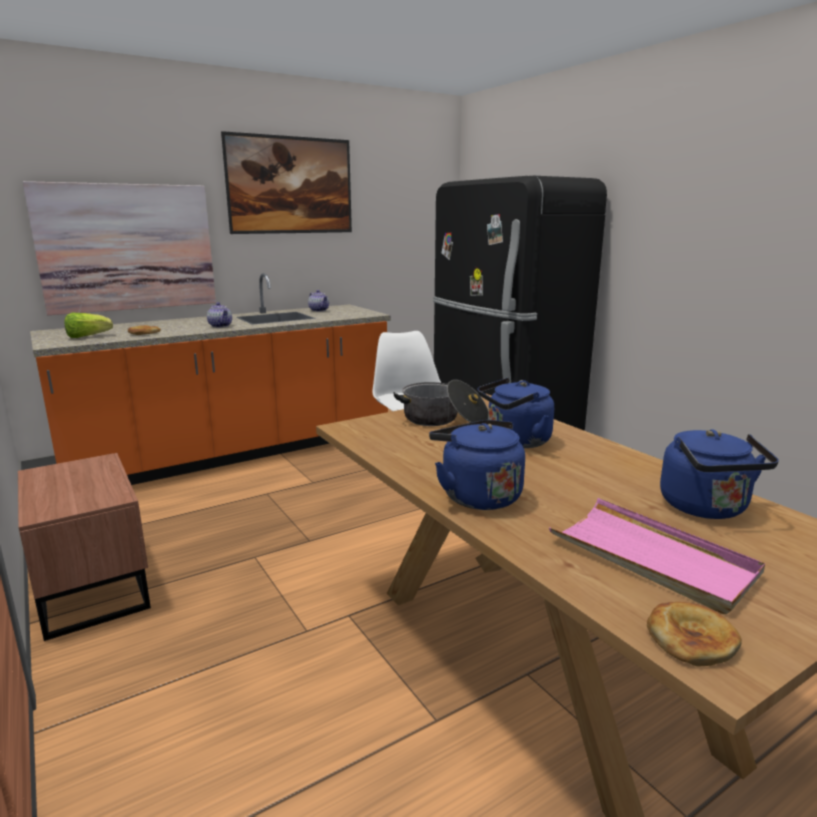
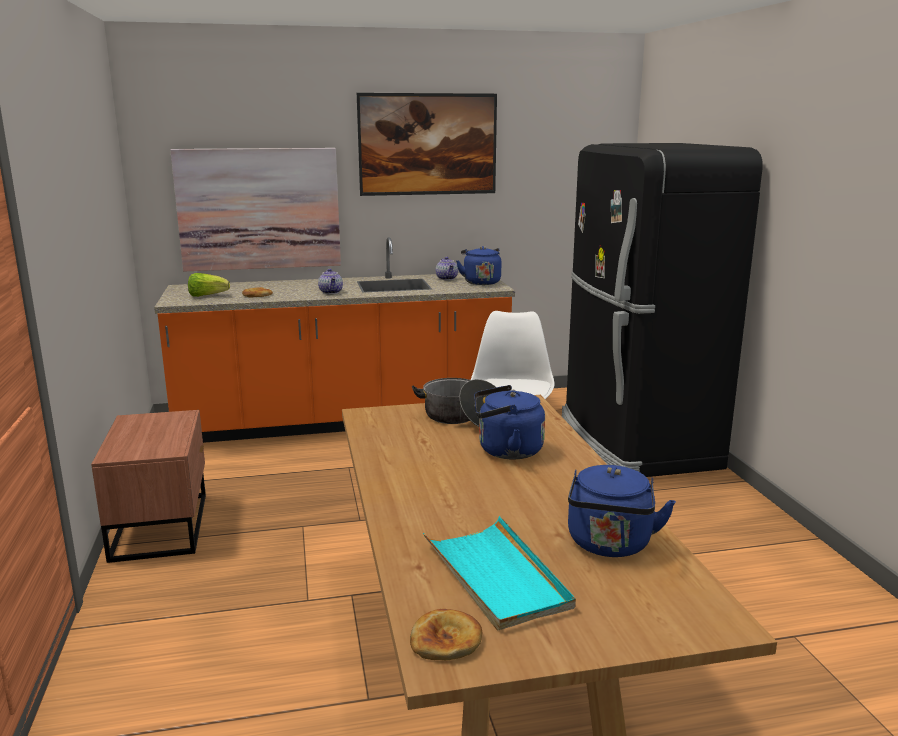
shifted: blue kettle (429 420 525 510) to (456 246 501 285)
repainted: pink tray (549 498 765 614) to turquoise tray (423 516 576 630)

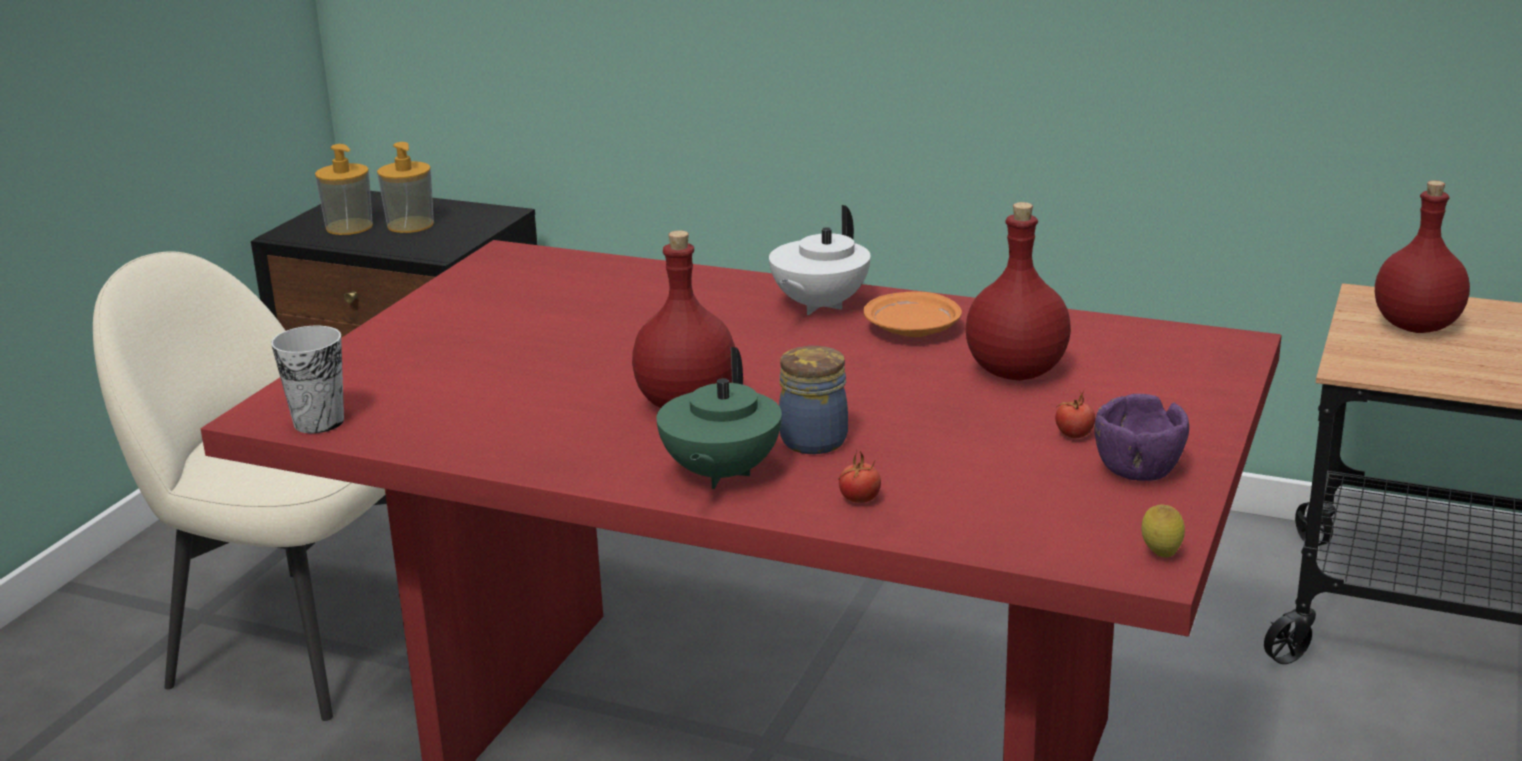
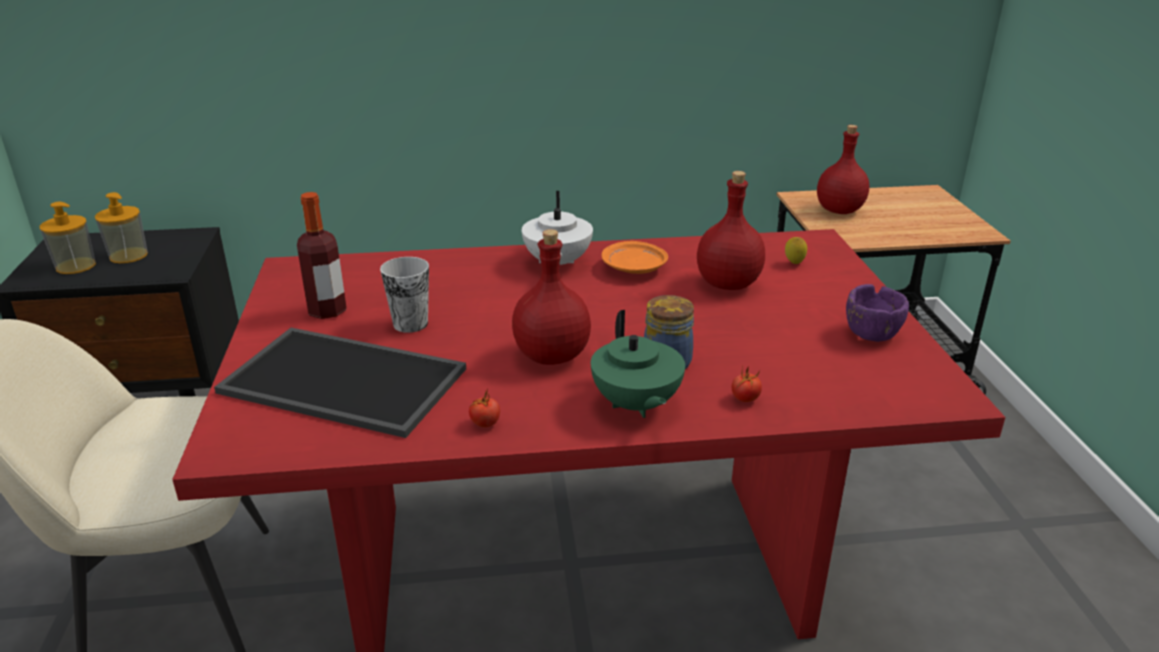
new: tray (214 328 466 438); bottle (297 192 347 319)
shifted: cup (271 326 344 433) to (380 257 429 333); tomato (1055 389 1095 438) to (469 389 500 427); lemon (1142 505 1185 558) to (785 237 807 264)

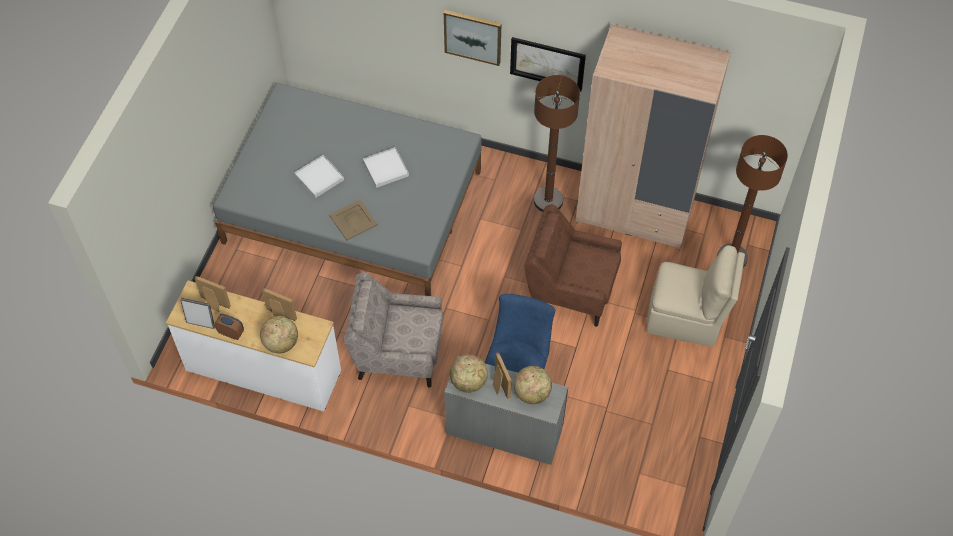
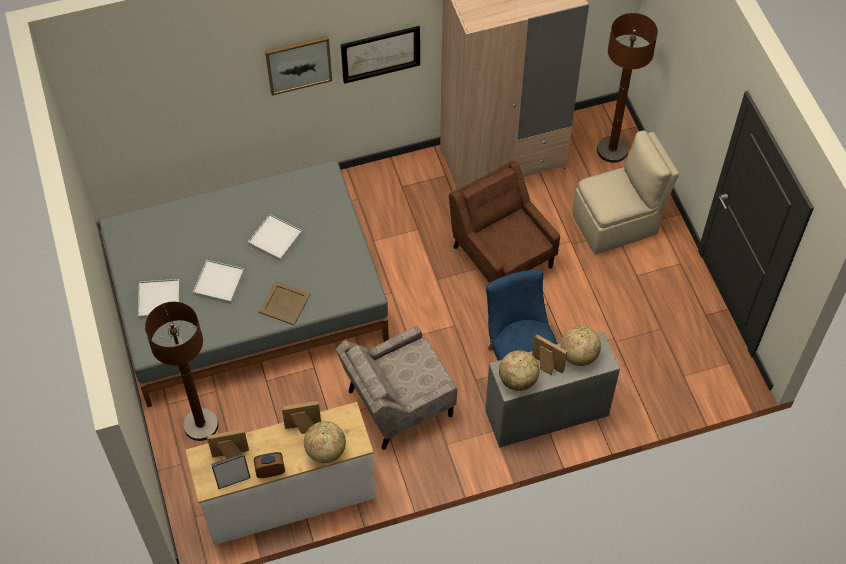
new: white tray (138 279 180 319)
shifted: brown floor lamp (534 75 580 212) to (145 302 219 441)
rotated: brown armchair (524 204 622 327) = (449 160 560 283) 75 degrees clockwise

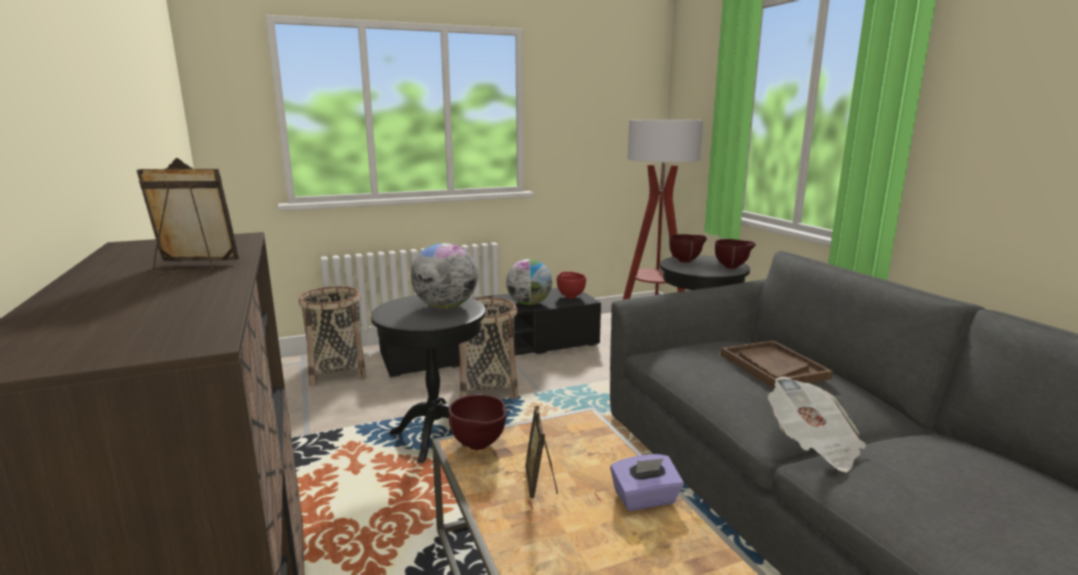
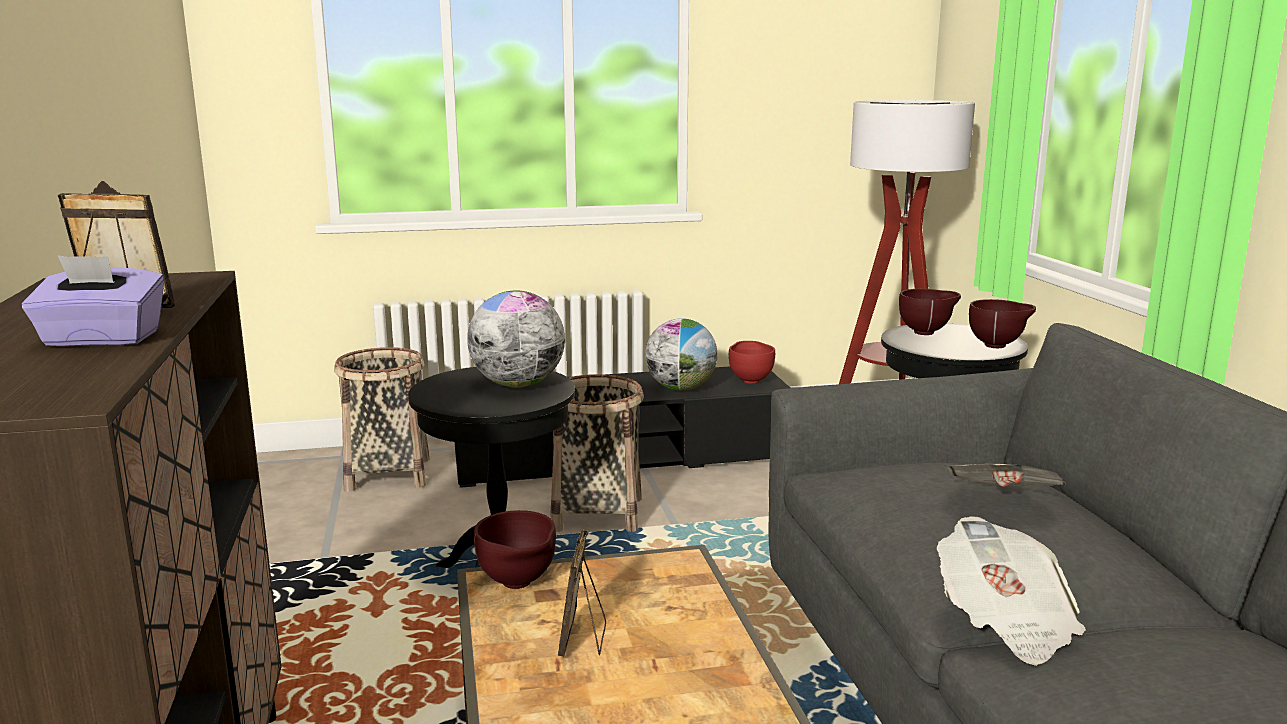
shifted: purple tissue box (610 454 684 511) to (22 255 164 347)
swapped: brown tray (721 340 833 388) to newspaper (945 464 1066 487)

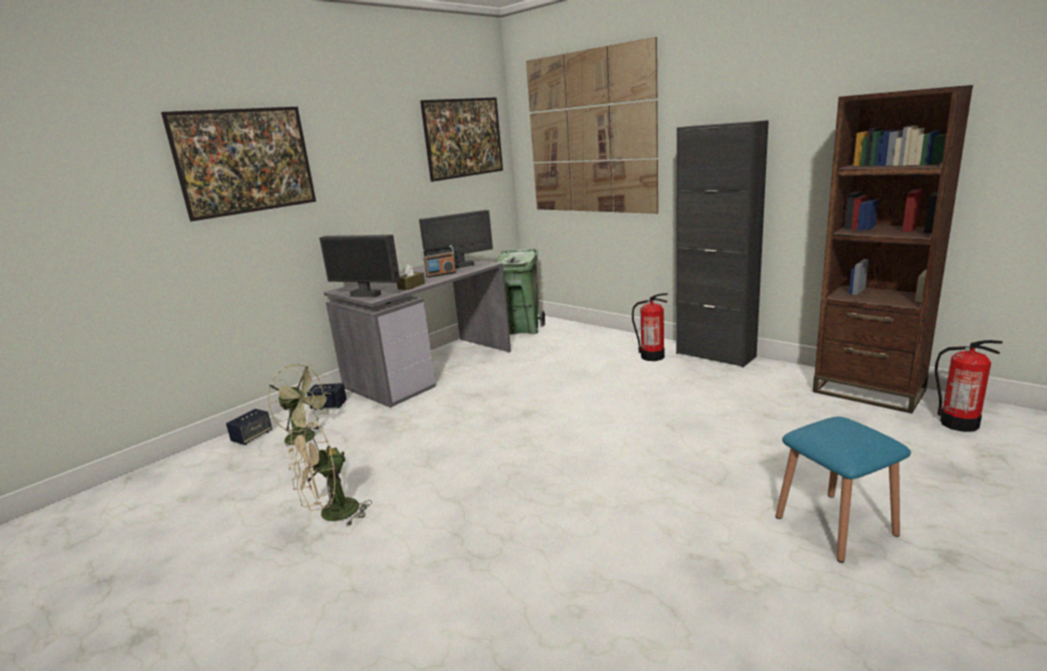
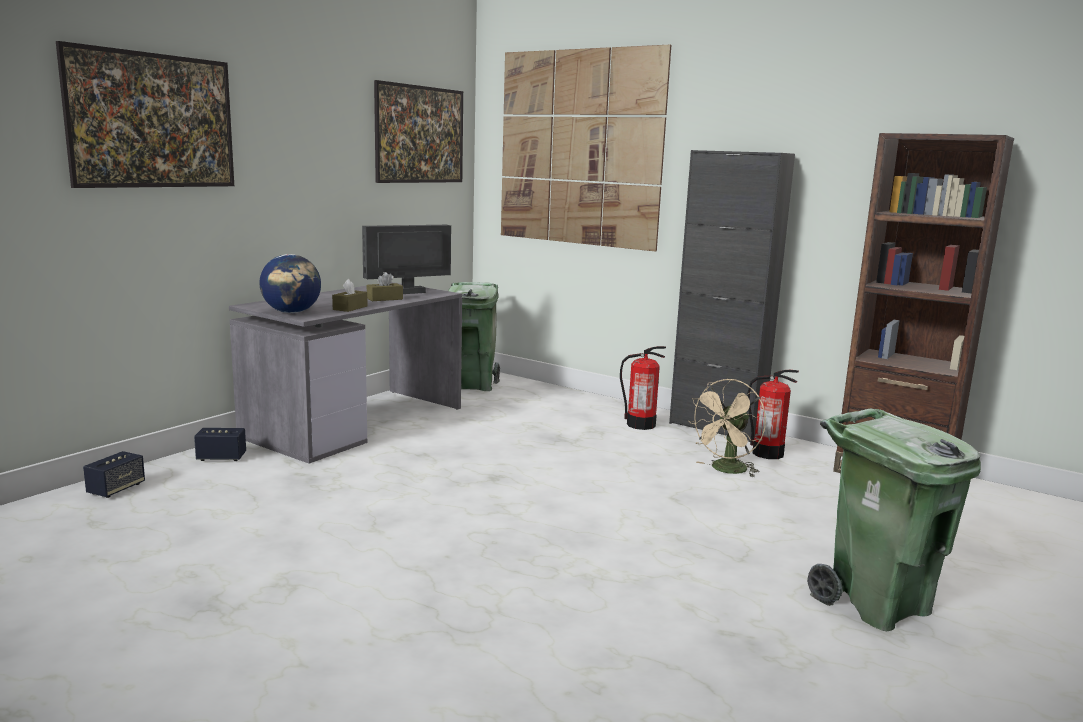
gone: green fan (268 364 331 452)
shifted: beige fan (288 422 372 527) to (688 379 766 478); fire extinguisher (935 340 1003 432) to (747 370 799 459)
swapped: monitor (319 235 400 297) to globe (260 254 321 313); radio (421 245 456 278) to brown tissue box (367 272 403 301); blue stool (776 417 911 563) to green trash can (807 408 981 631)

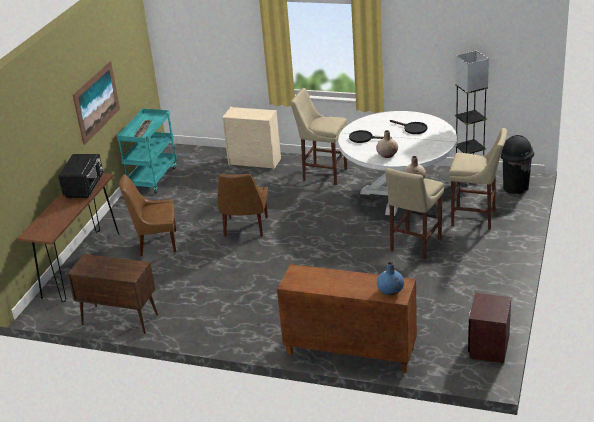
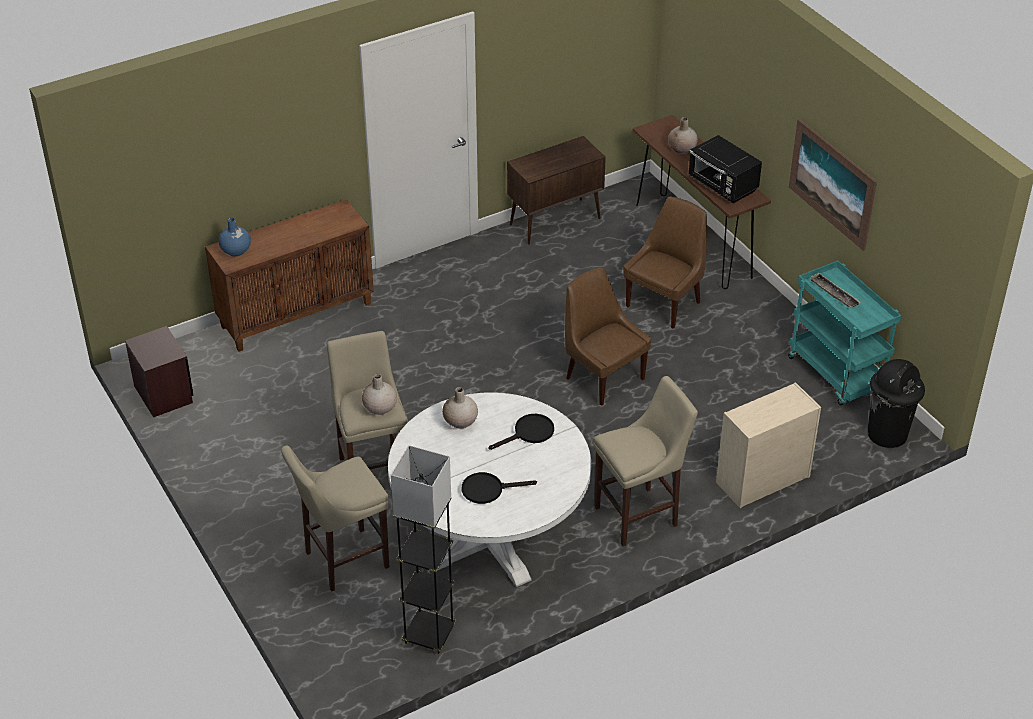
new: beige vase (668 117 698 154)
shifted: black trash can (501 135 534 194) to (867 359 925 448)

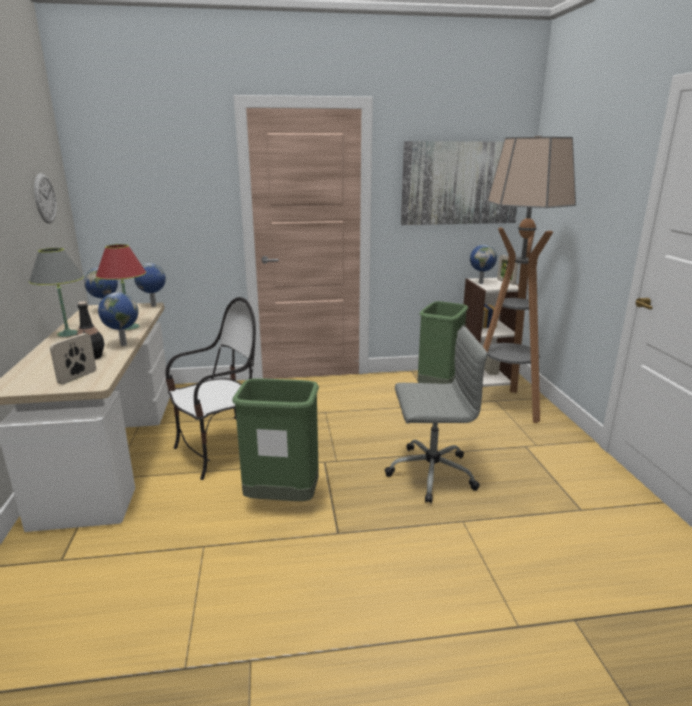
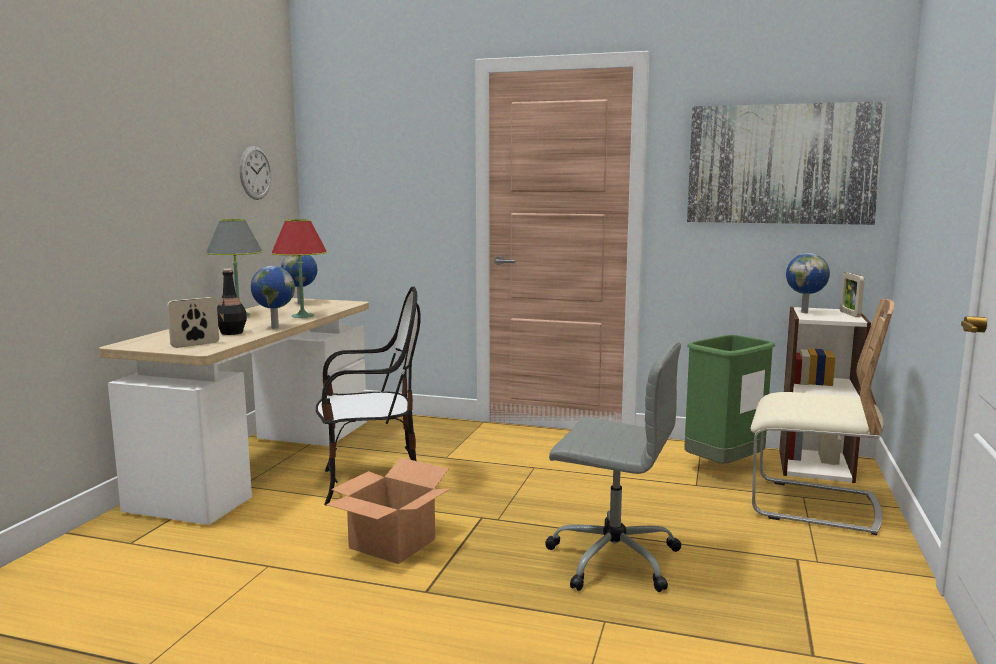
gone: globe (134 263 166 307)
swapped: green trash can (232 378 319 501) to cardboard box (326 457 451 564); floor lamp (483 136 576 423) to beige chair (750 299 894 535)

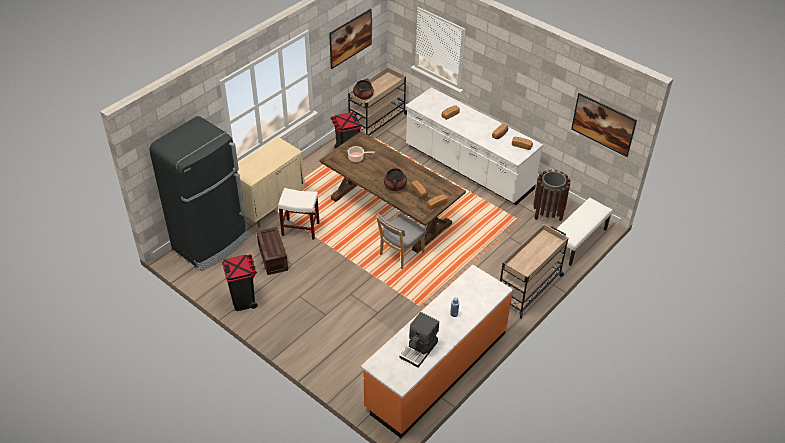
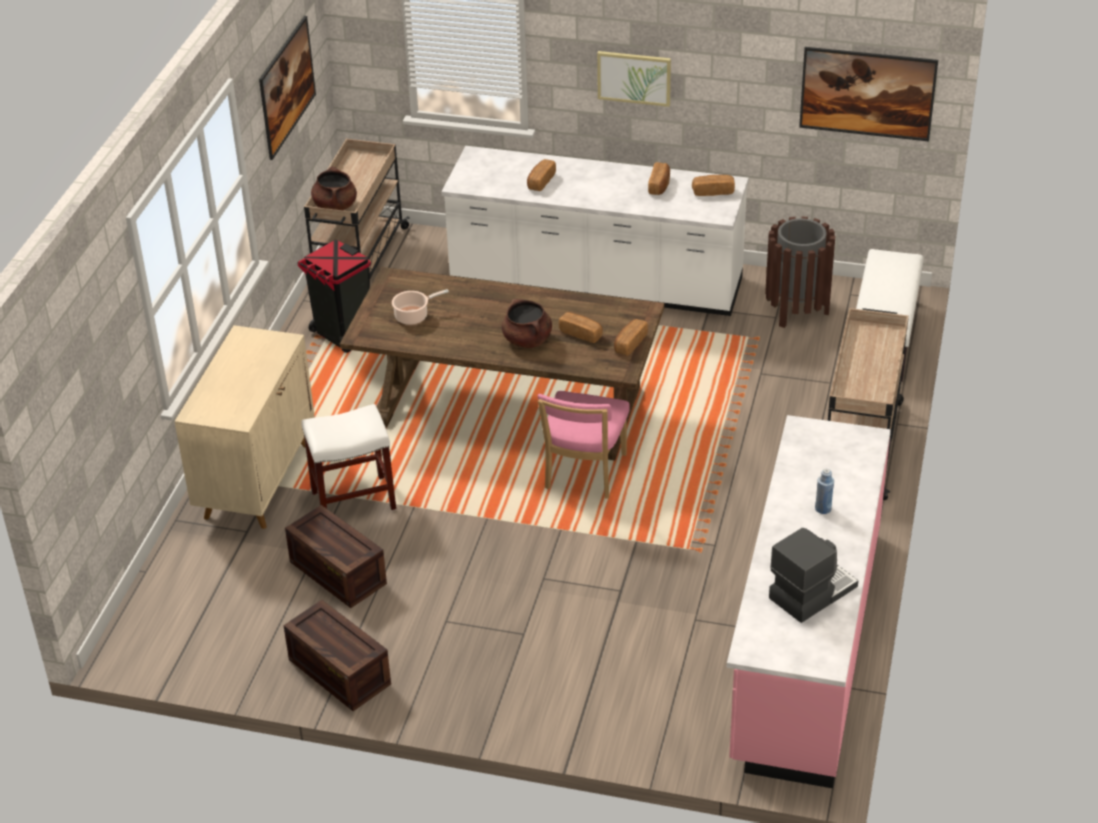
gone: black fridge (149 116 248 271)
new: picture (597 51 671 107)
swapped: black trash can (222 254 258 311) to crate (283 600 391 711)
repainted: orange counter (361 265 513 438) to pink counter (727 415 891 788); grey chair (376 213 426 269) to pink chair (538 391 630 499)
rotated: coffee machine (399 312 439 368) = (769 528 858 623) 135 degrees counterclockwise

